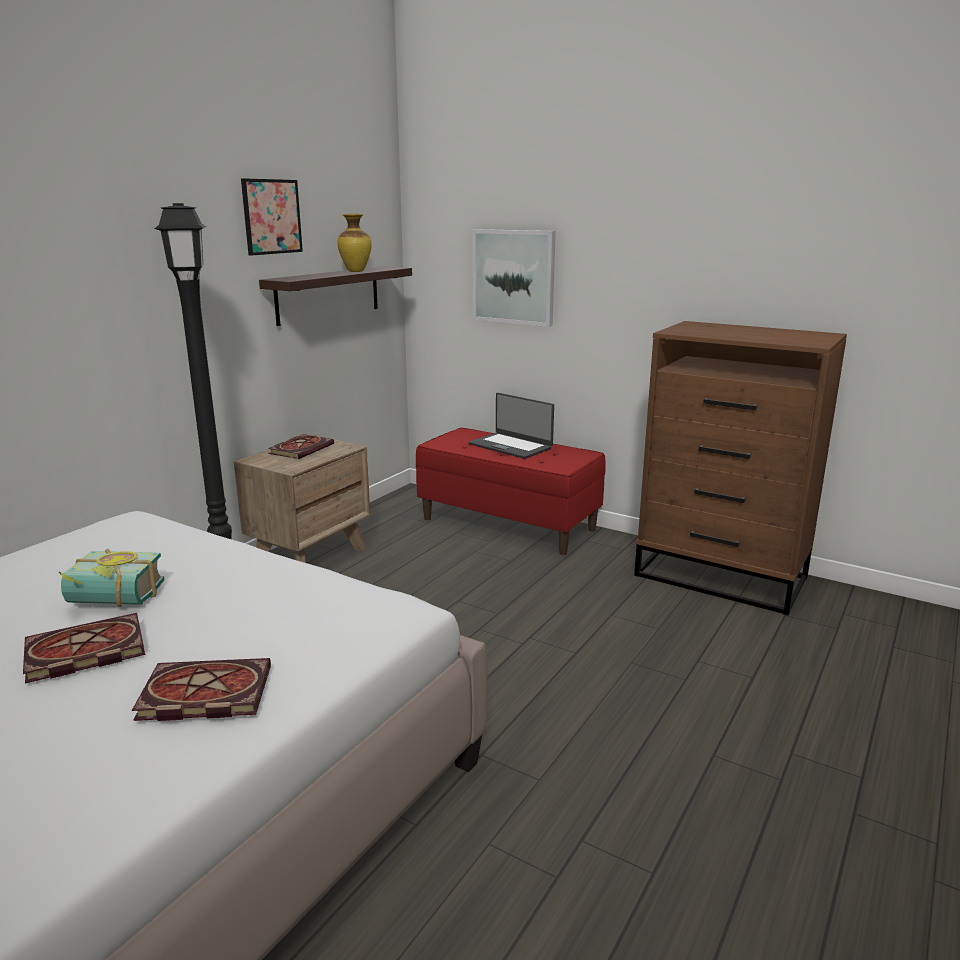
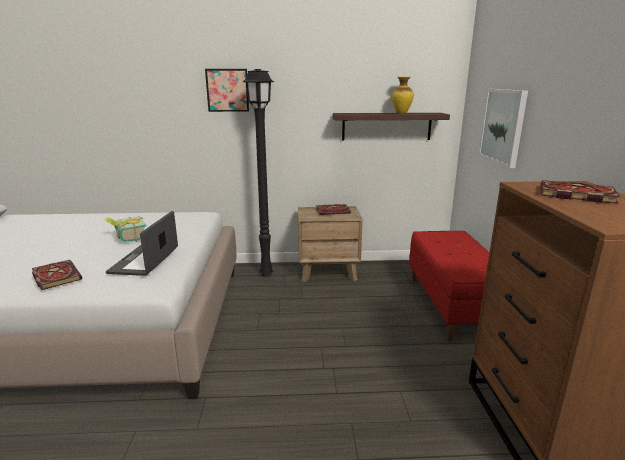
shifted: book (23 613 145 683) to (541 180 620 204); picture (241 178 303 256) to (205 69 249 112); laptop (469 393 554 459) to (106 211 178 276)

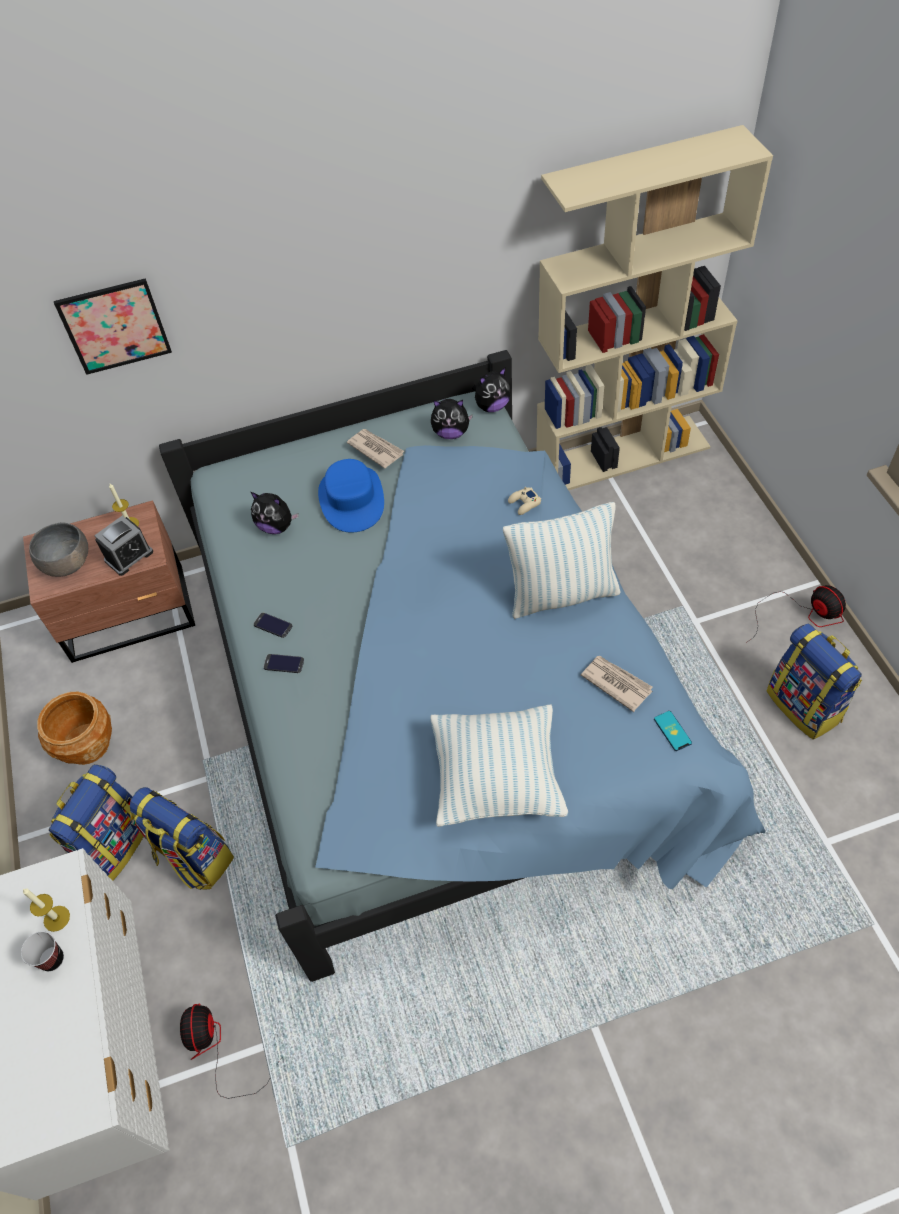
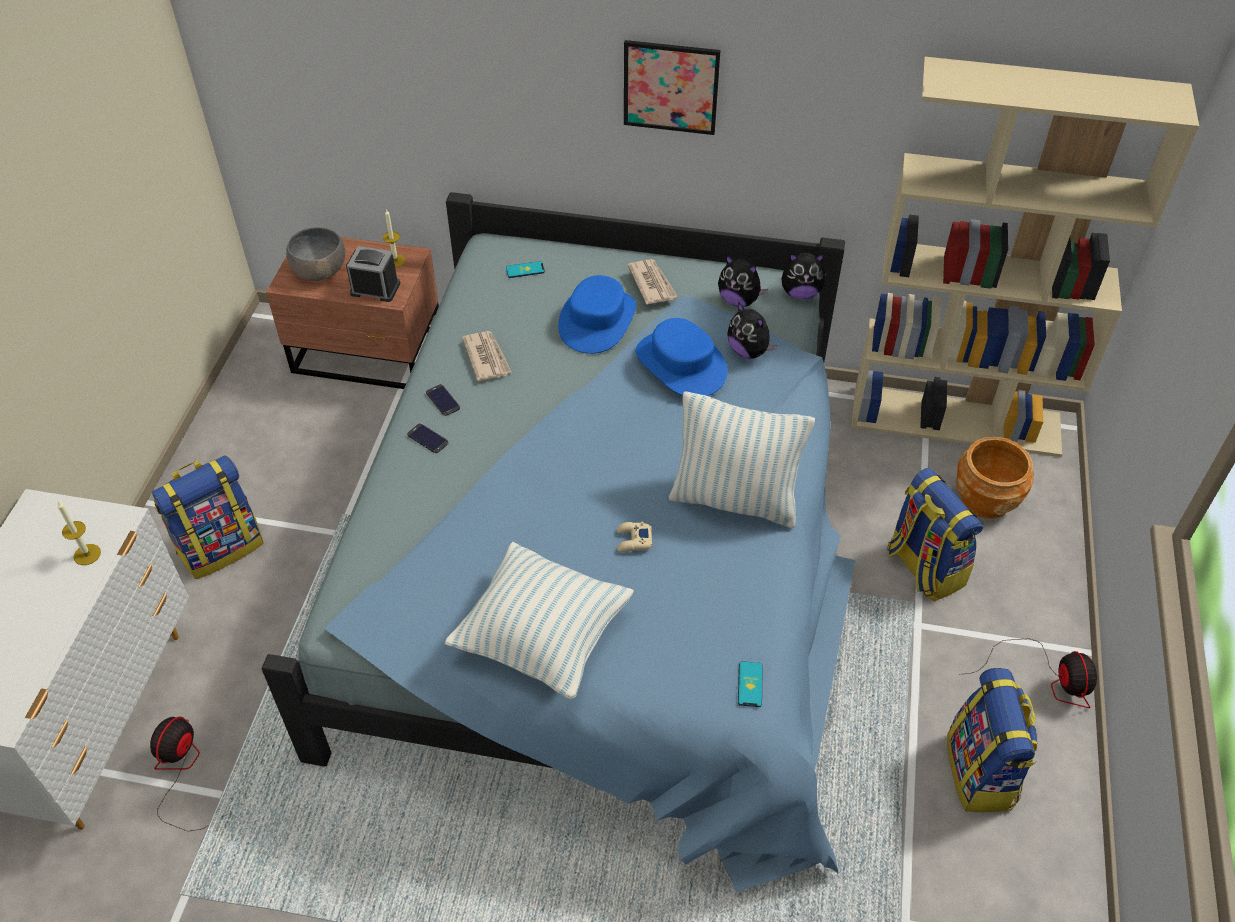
gone: cup (21 931 64 971)
new: phone (506 261 545 278); blue hat (636 318 727 396)
shifted: brown planter (37 692 112 765) to (956 437 1034 519); picture (54 278 172 375) to (624 40 721 135); backpack (130 787 234 890) to (887 468 983 602); plush toy (251 492 299 534) to (727 302 777 359); beige game controller (508 487 541 515) to (617 521 652 552); newspaper (581 656 653 712) to (462 331 511 381)
rotated: alarm clock (94 516 153 576) = (346 246 401 302) 150 degrees counterclockwise

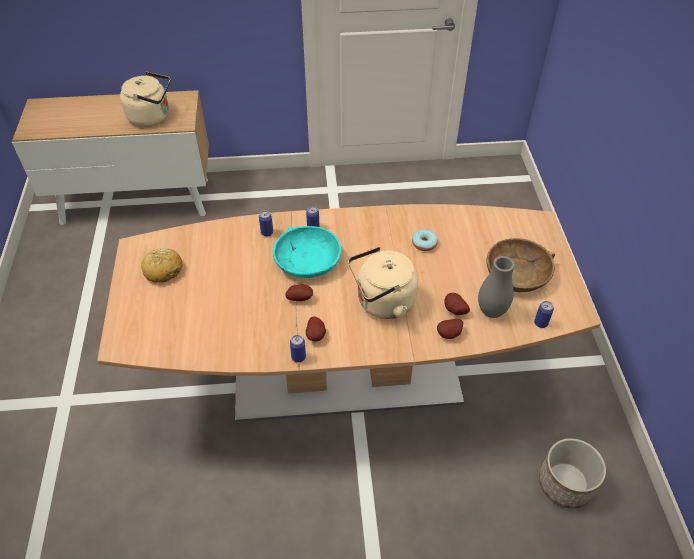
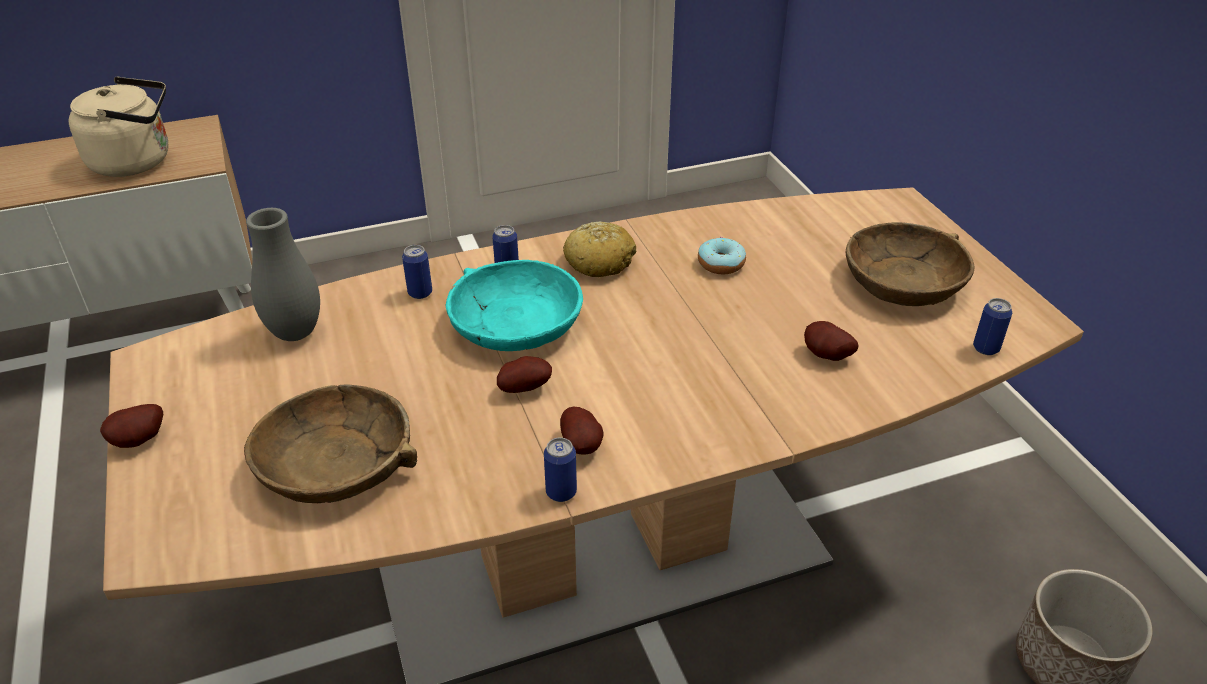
gone: beige kettle (348 247 418 319)
new: brown bowl (244 385 417 503)
shifted: bread (141 248 183 283) to (563 222 636 277); potato (437 319 463 339) to (100 404 163 448); grey vase (478 256 515 318) to (246 208 320 341)

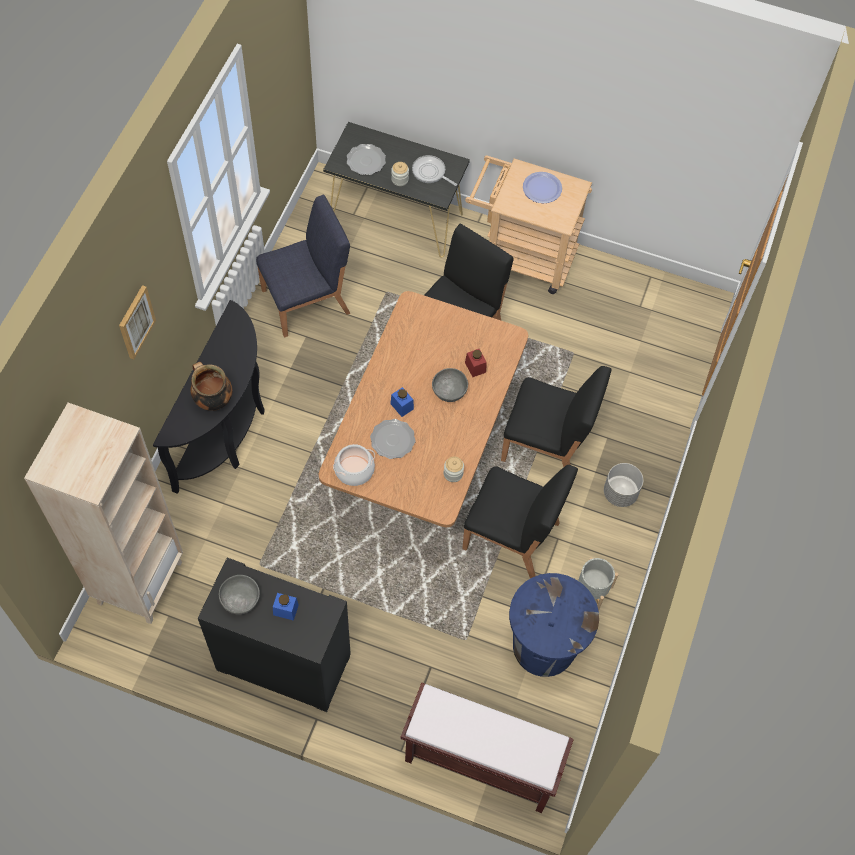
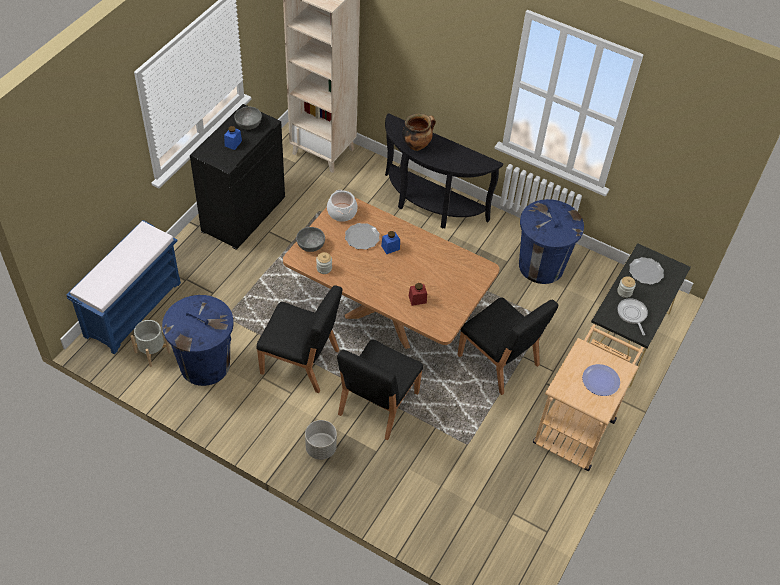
gone: picture (119 285 156 359)
shifted: grey bowl (432 368 468 402) to (296 227 325 252); grey planter (578 557 619 611) to (130 320 170 367)
swapped: blue chair (256 195 350 338) to blue trash can (519 199 584 284)
repainted: brown bench (400 683 574 813) to blue bench (67 220 181 355)
rotated: frying pan (412 155 457 186) = (617 298 648 336) 60 degrees counterclockwise; black chair (462 465 578 579) = (256 285 342 393) 105 degrees counterclockwise

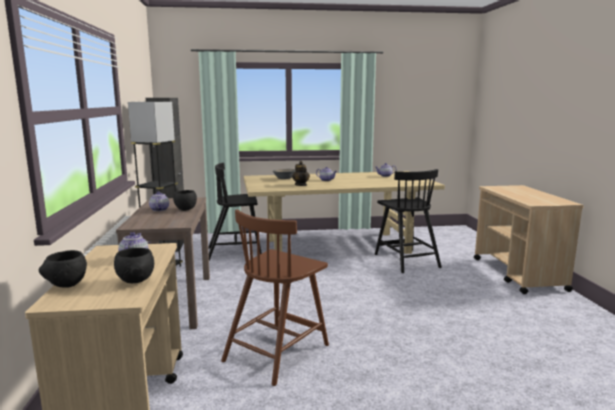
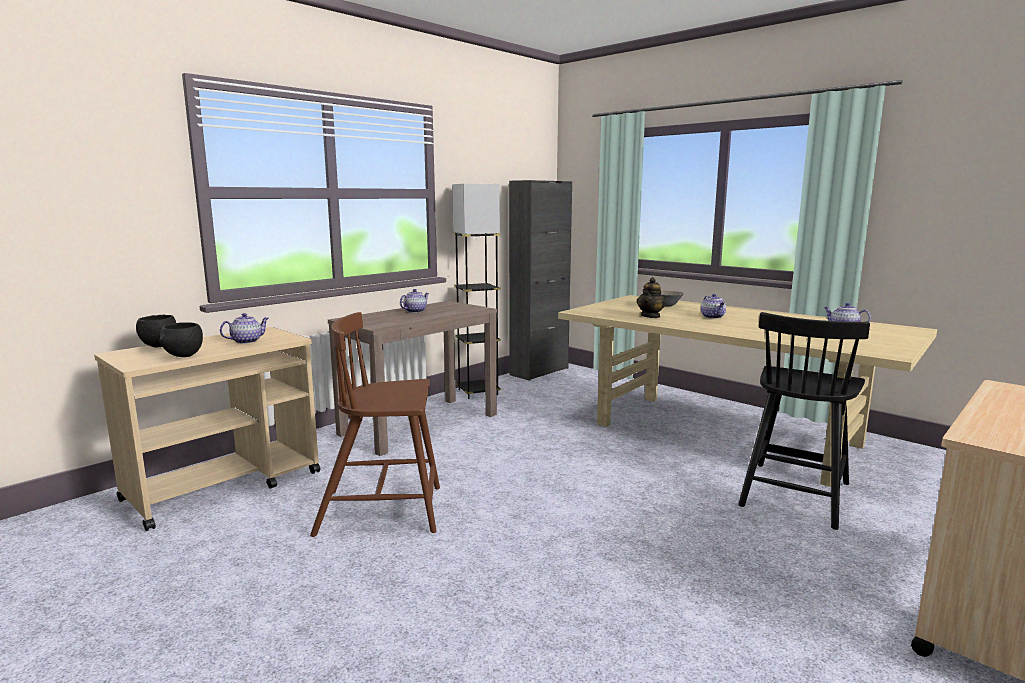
gone: black bowl (173 190 197 211); black chair (208 163 262 261)

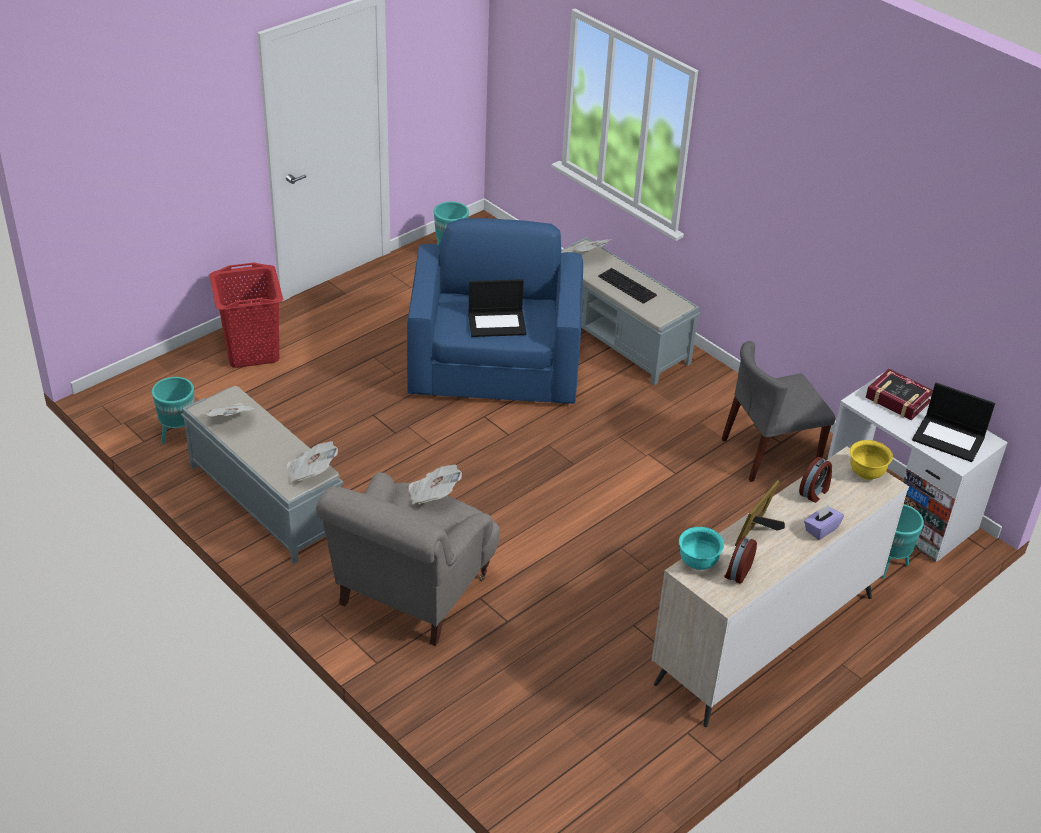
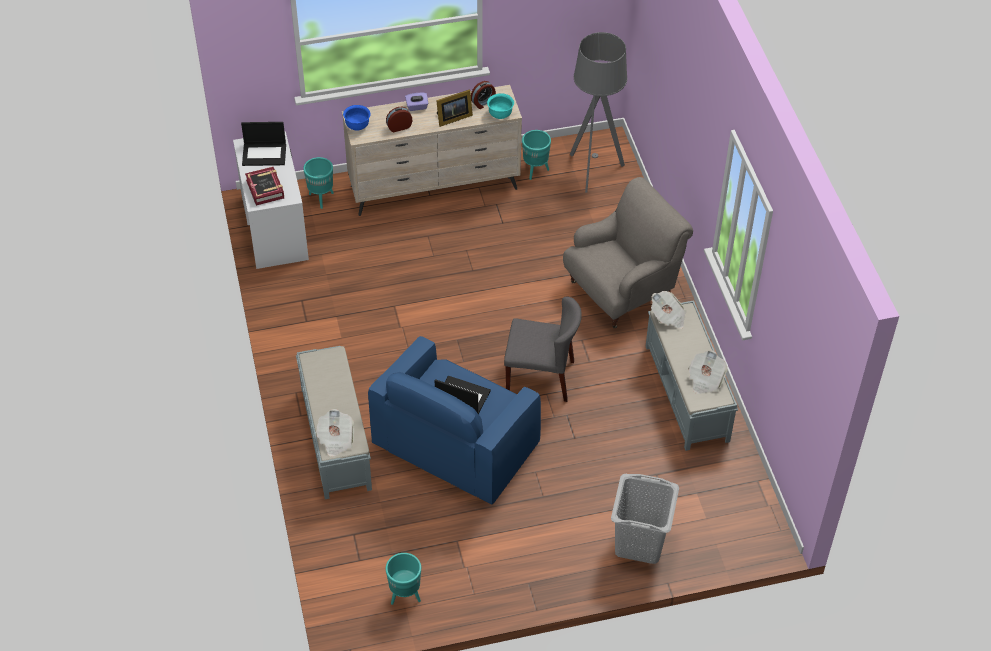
gone: newspaper (408 465 462 504); keyboard (598 268 657 304)
new: grey floor lamp (570 32 627 193)
shifted: turquoise planter (152 377 195 444) to (522 130 551 180); grey chair (722 341 835 482) to (504 297 582 402)
repainted: red laundry basket (209 263 283 368) to grey laundry basket (611 474 679 564); yellow bowl (850 440 893 480) to blue bowl (343 105 371 131)
rotated: laptop (912 383 995 462) = (241 122 286 166) 120 degrees clockwise

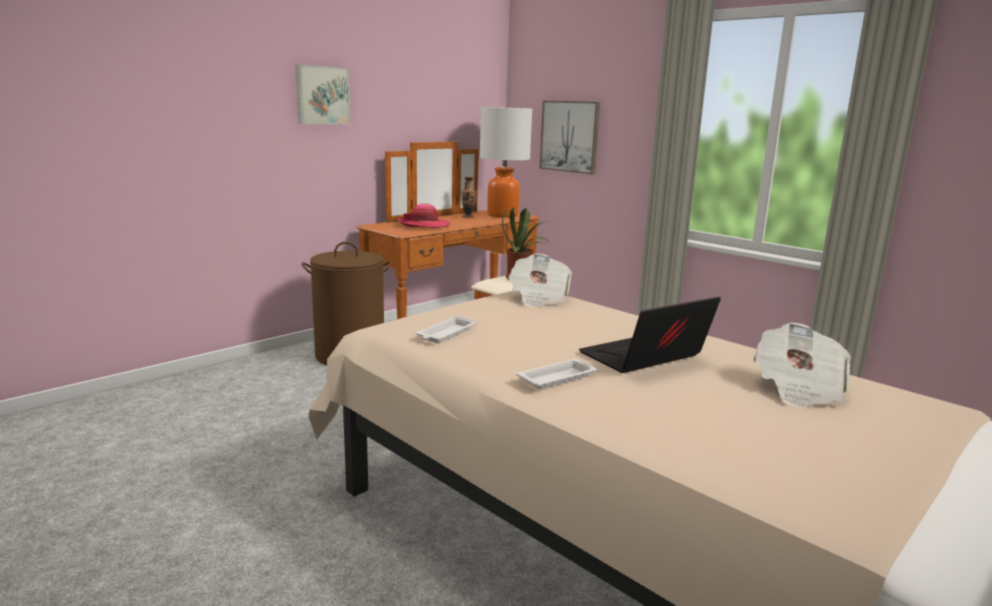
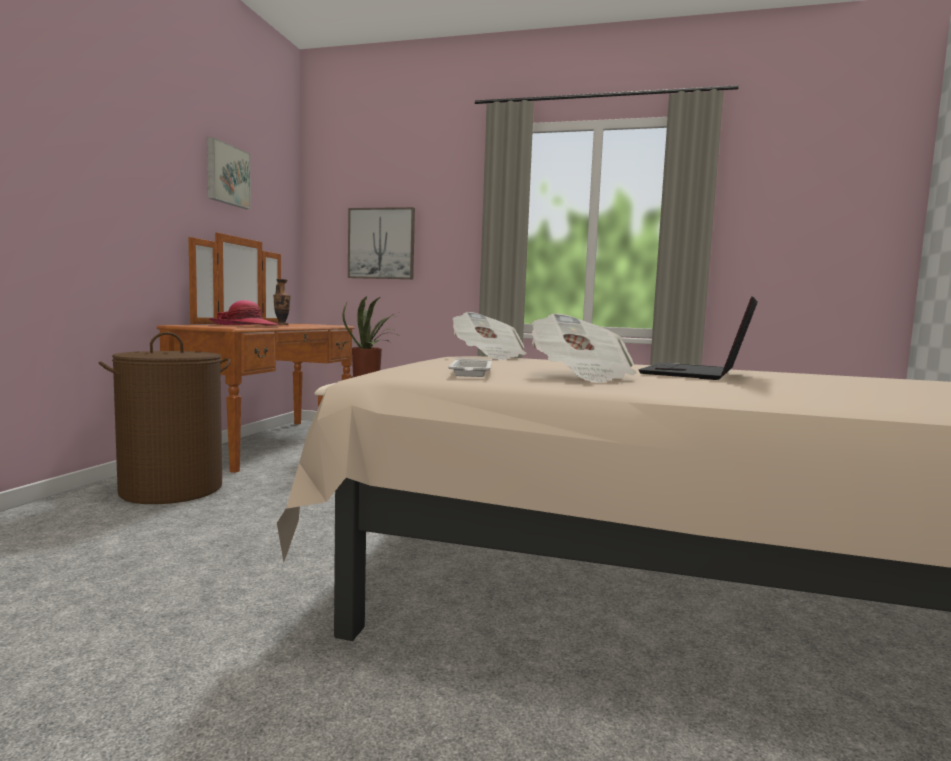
gone: table lamp (480 107 532 217); white tray (516 359 596 389)
shifted: picture (295 64 350 124) to (207 137 251 209); newspaper (753 323 851 407) to (532 313 636 383)

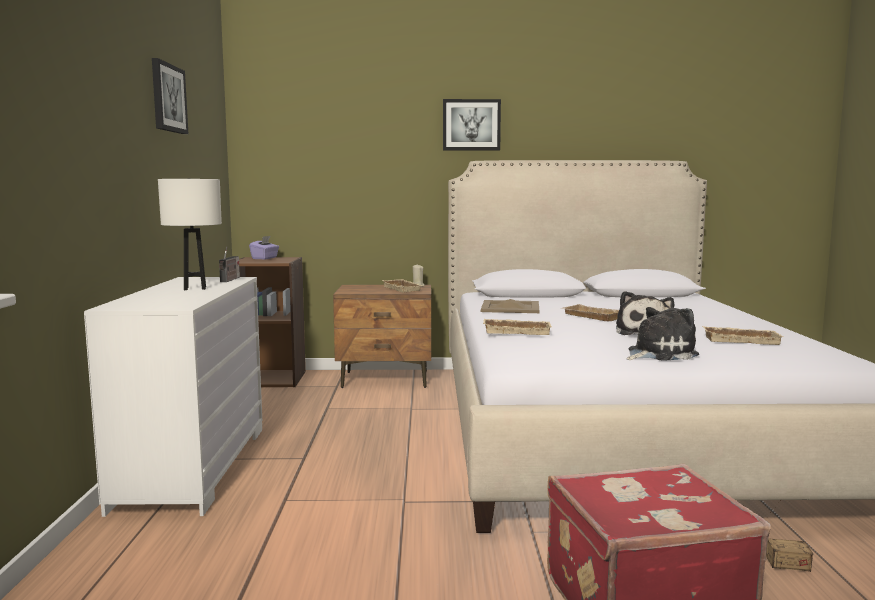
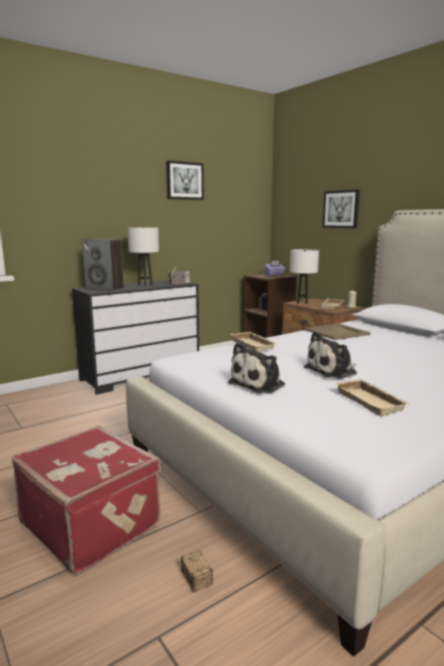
gone: beige tray (561 304 619 321)
new: speaker (82 239 124 291); white table lamp (290 249 319 304)
shifted: picture (443 99 501 150) to (322 190 360 228)
repainted: white dresser (84 277 262 517) to black dresser (72 280 199 395)
rotated: plush toy (626 307 699 361) = (228 342 285 393) 105 degrees clockwise

